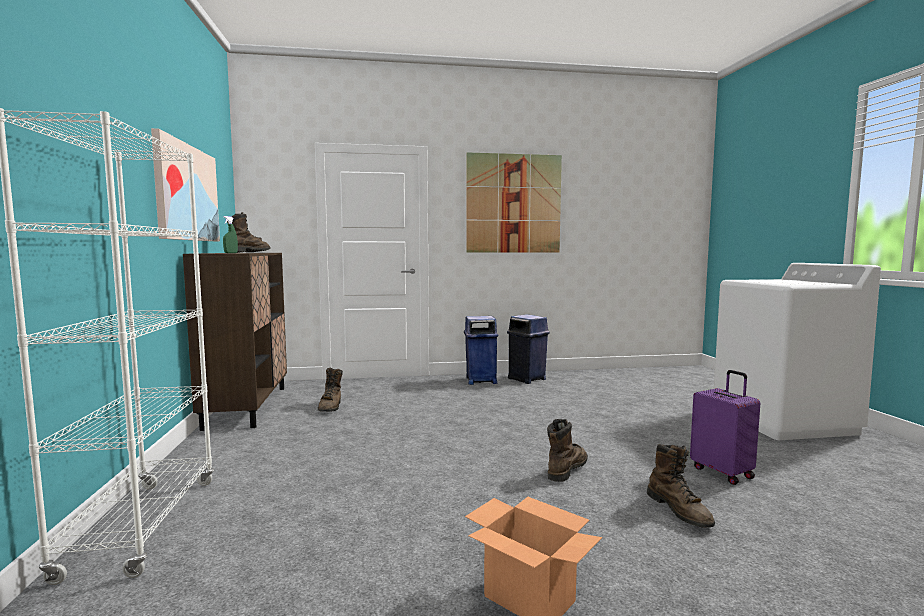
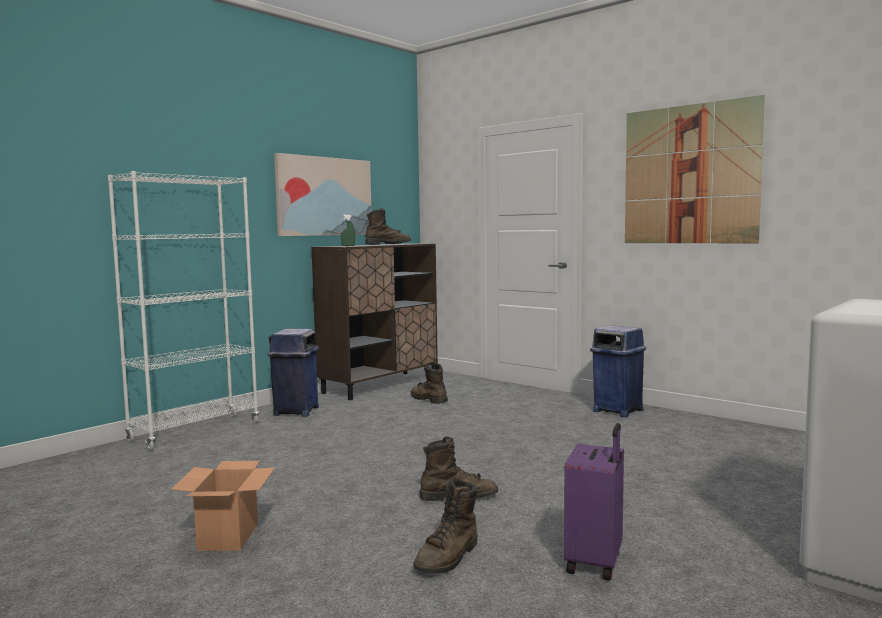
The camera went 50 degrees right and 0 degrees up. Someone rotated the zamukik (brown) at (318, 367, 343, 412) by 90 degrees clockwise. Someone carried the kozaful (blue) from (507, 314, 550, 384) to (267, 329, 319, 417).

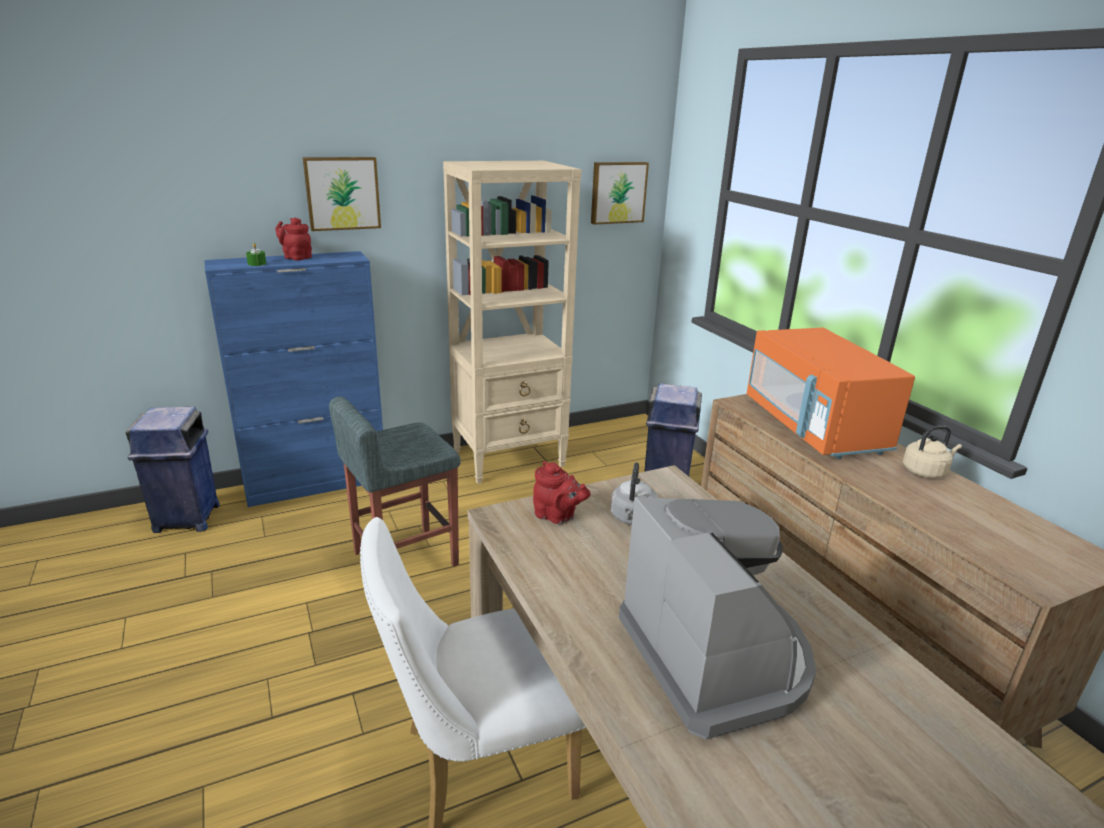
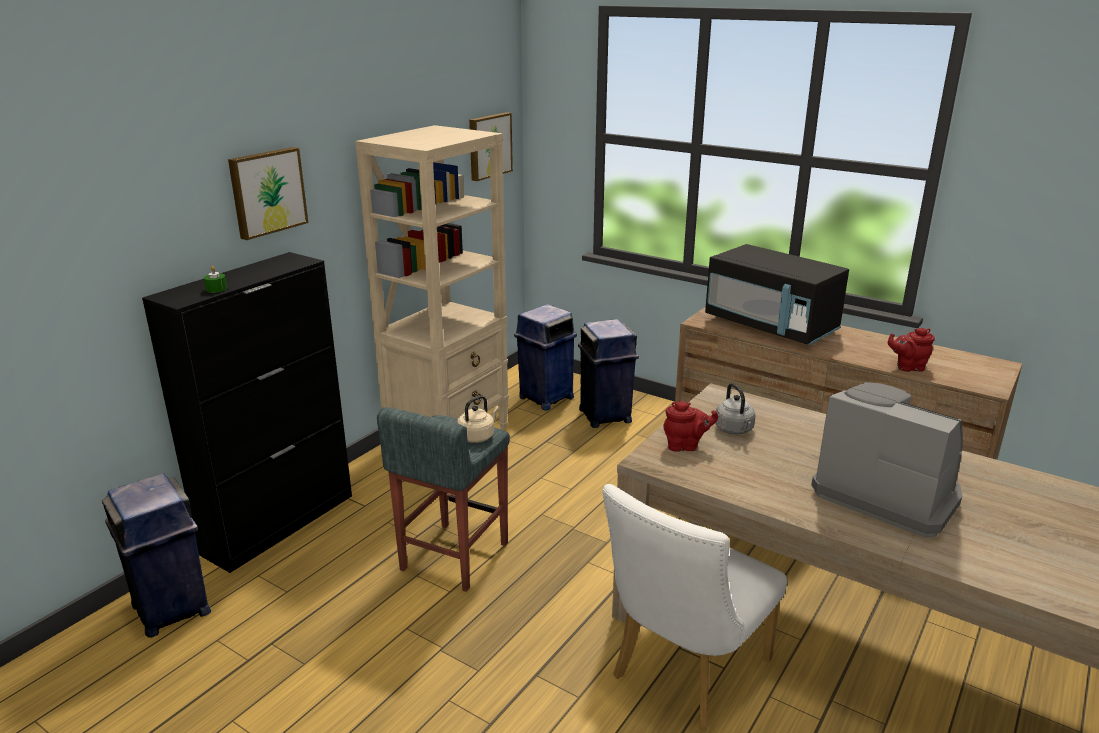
The camera went 30 degrees left and 0 degrees up. Someone repainted the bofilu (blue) at (204, 251, 383, 507), which became the bofilu (black) at (142, 252, 352, 573). Someone carried the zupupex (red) from (275, 218, 312, 260) to (888, 328, 935, 372). Someone repainted the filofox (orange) at (747, 328, 915, 459), which became the filofox (black) at (705, 244, 849, 345). Someone carried the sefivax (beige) from (903, 426, 962, 478) to (457, 396, 499, 443). Someone put down the kozaful (blue) at (514, 304, 577, 411).

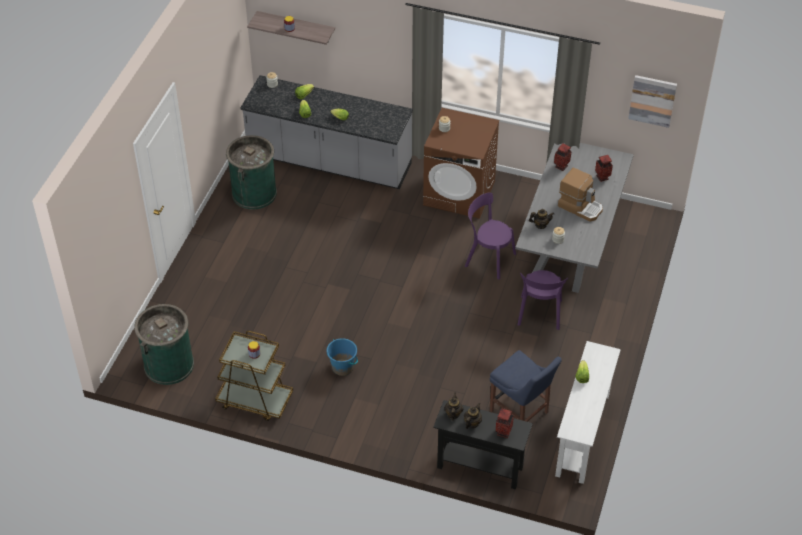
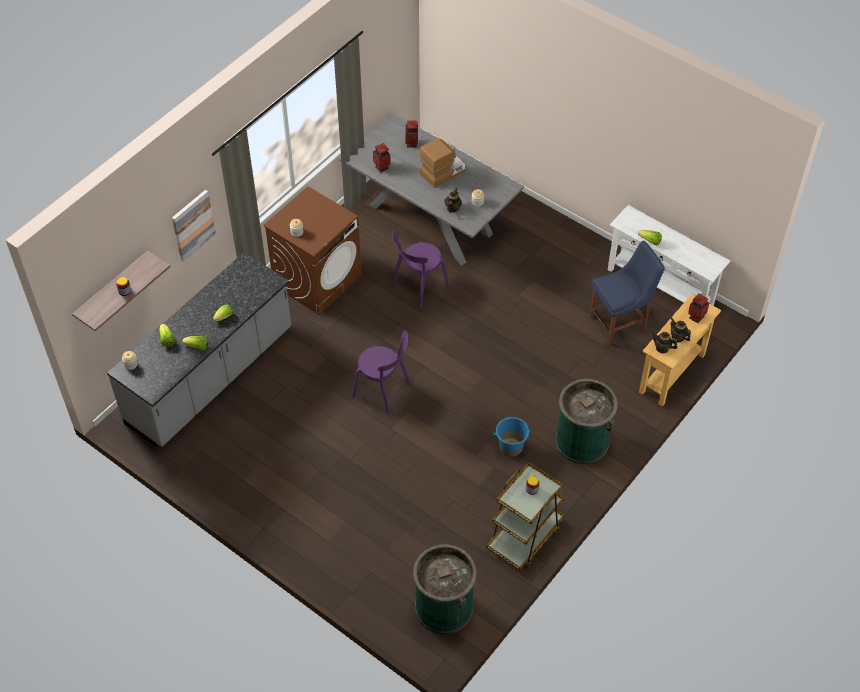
The camera went 70 degrees left and 5 degrees up. Someone carried the kozaful (green) from (226, 135, 277, 210) to (555, 379, 618, 464). Someone repainted the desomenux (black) at (433, 400, 533, 489), which became the desomenux (beige) at (639, 294, 721, 406). Someone carried the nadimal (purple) from (518, 270, 568, 330) to (352, 330, 411, 414). Someone carried the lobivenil from (628, 75, 677, 128) to (172, 190, 216, 261).

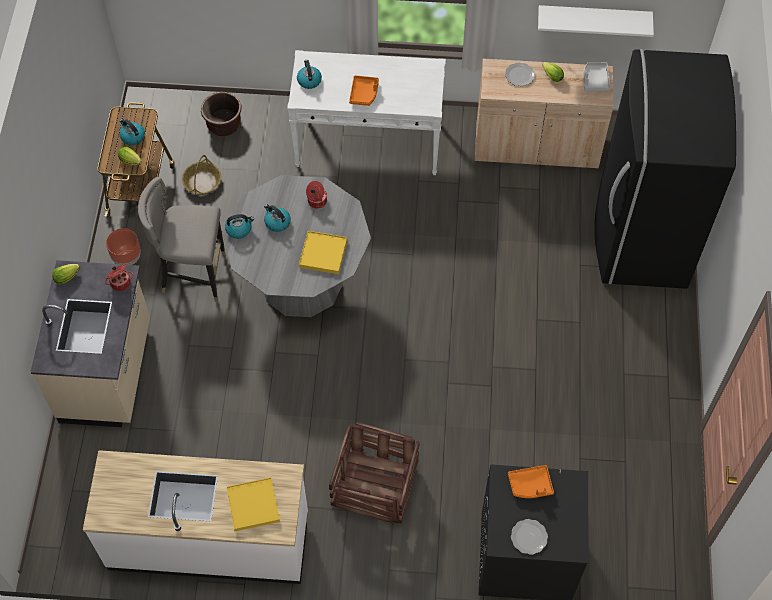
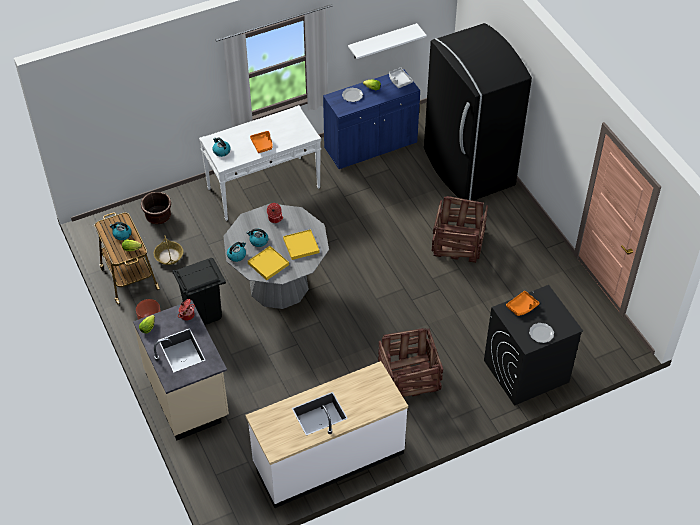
The camera went 30 degrees left and 10 degrees down. Someone swapped the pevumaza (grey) at (138, 177, 225, 302) for the kozaful (black) at (172, 258, 226, 325). Someone carried the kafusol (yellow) from (227, 478, 280, 531) to (248, 246, 289, 280). Someone repainted the bofilu (beige) at (475, 59, 613, 168), which became the bofilu (blue) at (323, 69, 420, 169). Someone put down the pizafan at (432, 196, 488, 263).

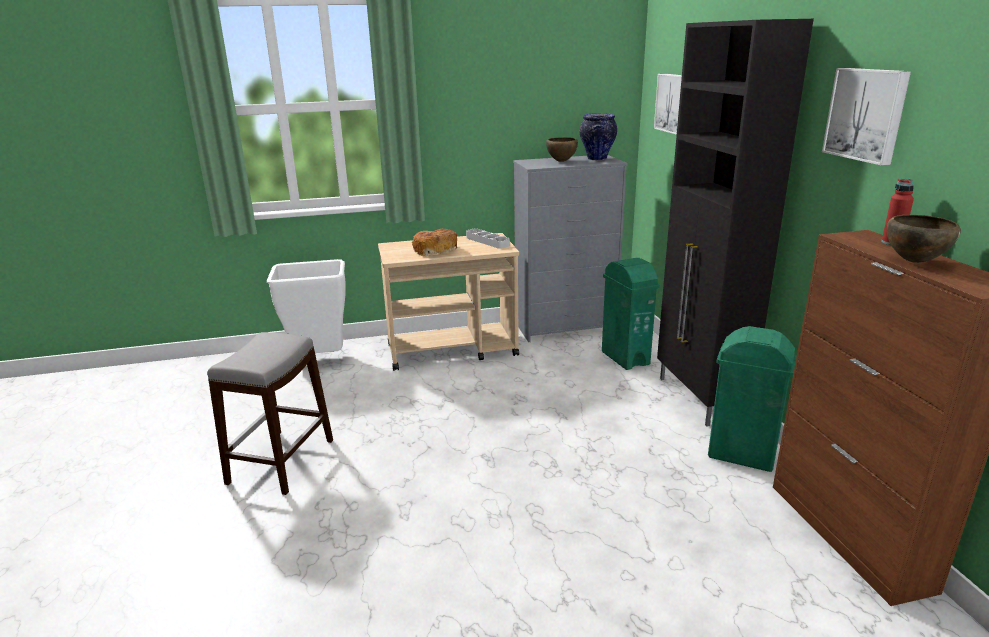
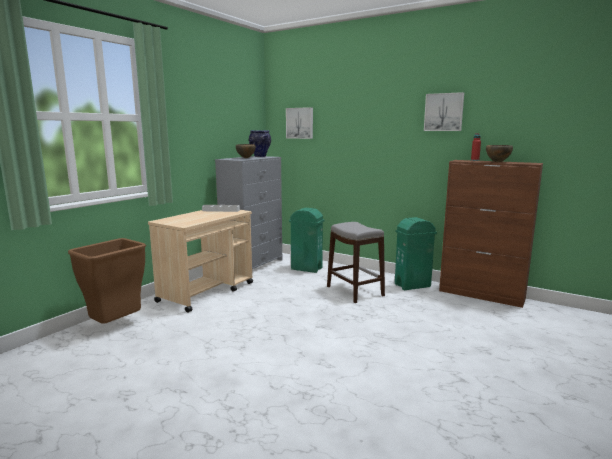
The camera went 45 degrees left and 10 degrees down. Someone carried the pevumaza (grey) from (207, 332, 333, 495) to (327, 222, 385, 303). Someone repainted the kozaful (white) at (267, 259, 345, 353), which became the kozaful (brown) at (68, 238, 146, 324). Someone took away the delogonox at (412, 229, 457, 256). Someone took away the bofilu (black) at (657, 19, 814, 426).

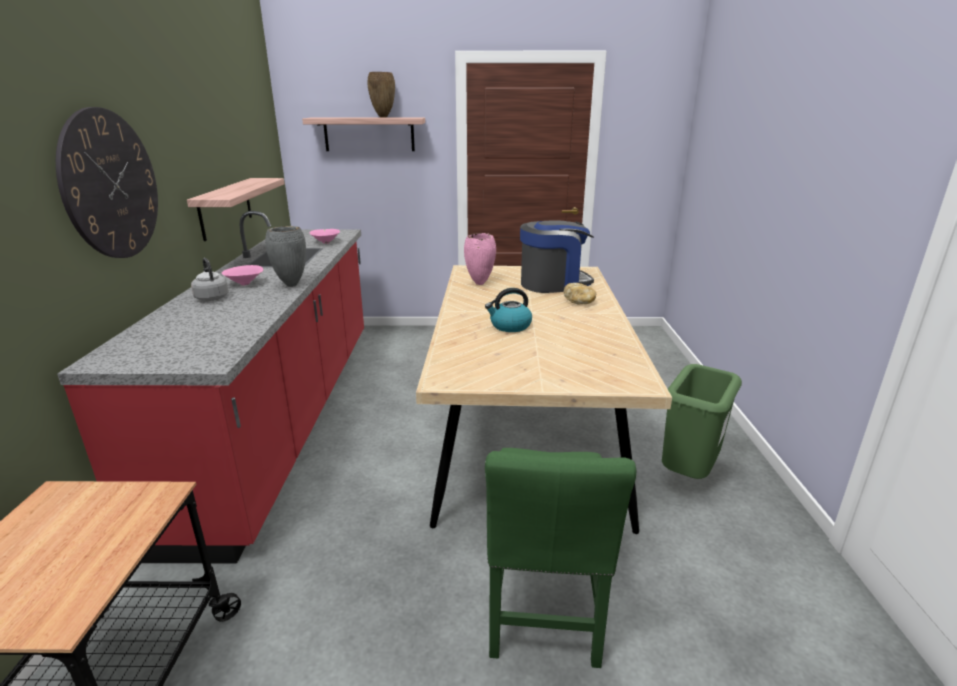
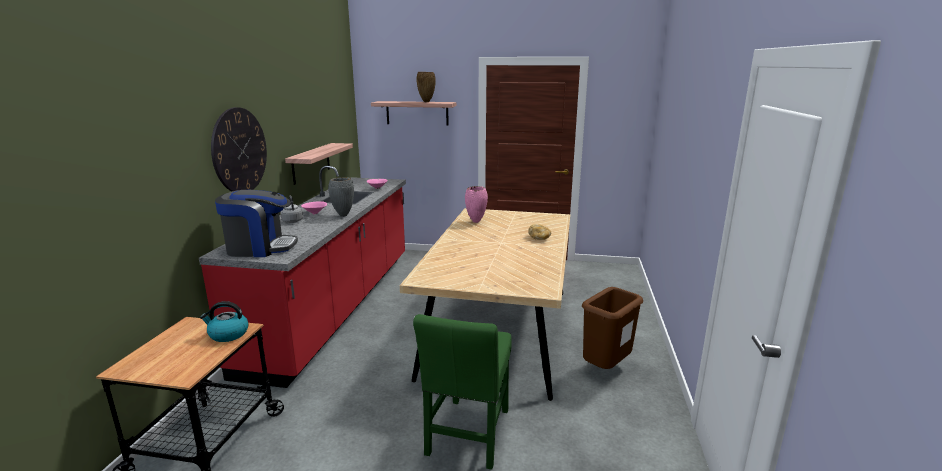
The camera went 10 degrees right and 5 degrees down. Someone carried the sefivax from (485, 288, 532, 332) to (200, 301, 249, 342). Someone carried the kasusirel from (520, 220, 594, 293) to (215, 190, 298, 257). Someone repainted the kozaful (green) at (662, 364, 742, 479), which became the kozaful (brown) at (582, 287, 643, 369).

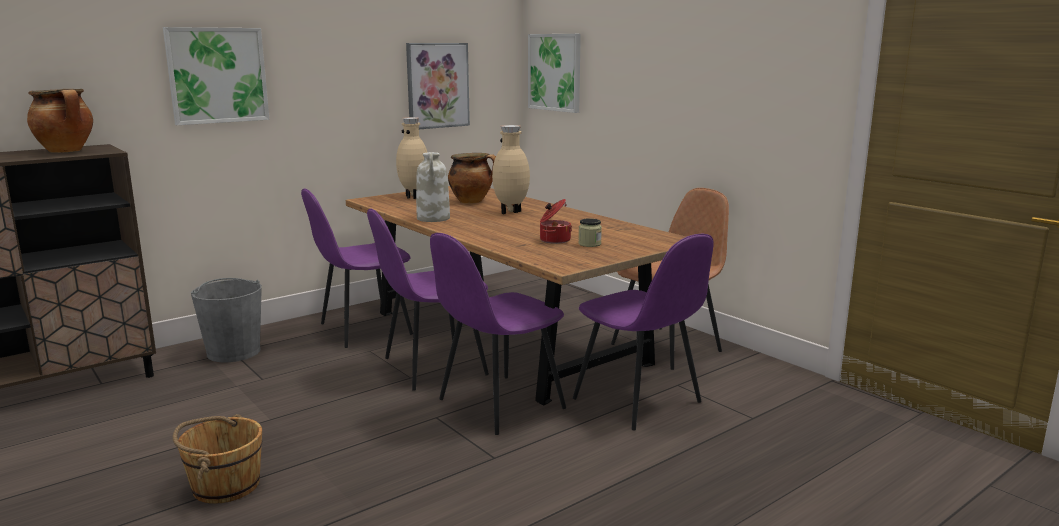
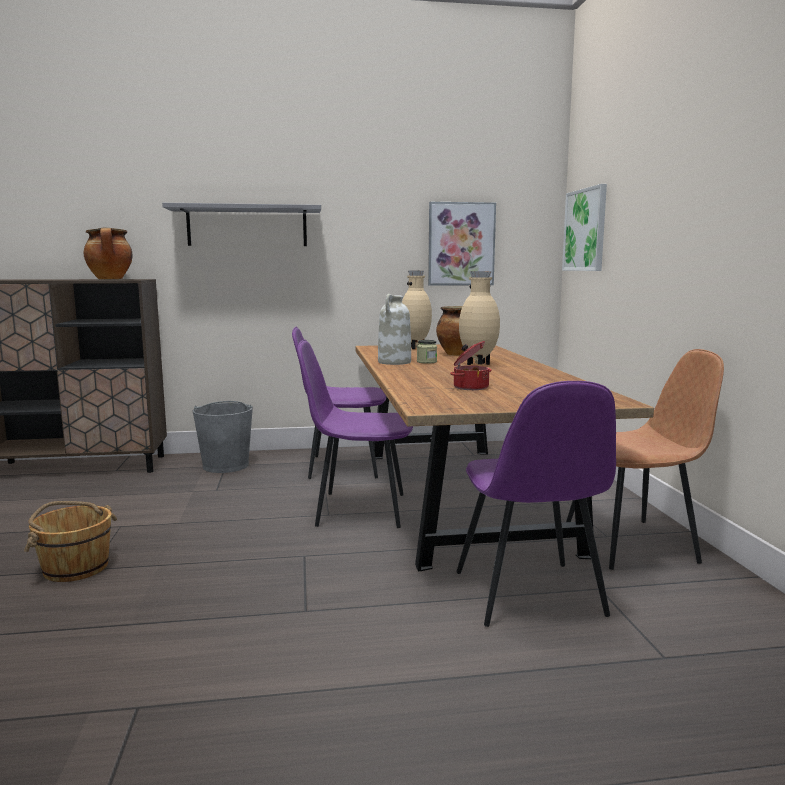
The camera went 30 degrees right and 5 degrees down. Someone swapped the lobivenil at (163, 27, 269, 125) for the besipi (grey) at (162, 203, 321, 246). Someone took away the nadimal (purple) at (430, 233, 566, 435). Someone carried the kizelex from (578, 218, 602, 247) to (417, 340, 437, 363).

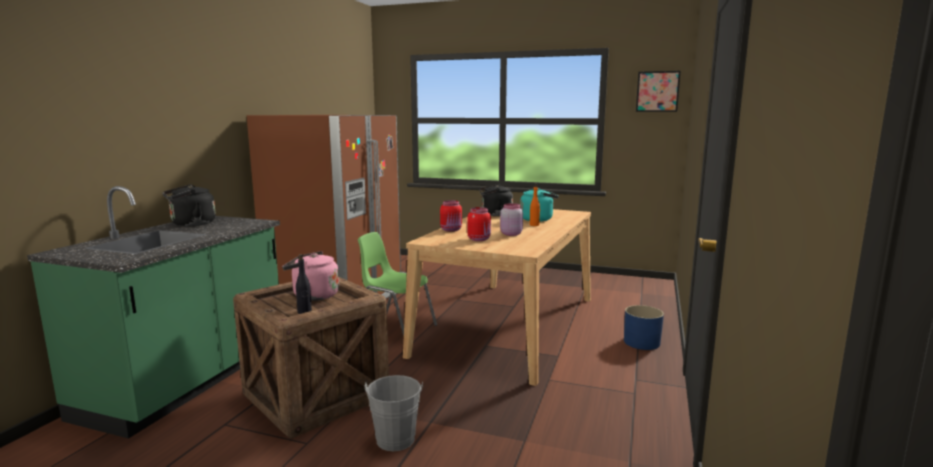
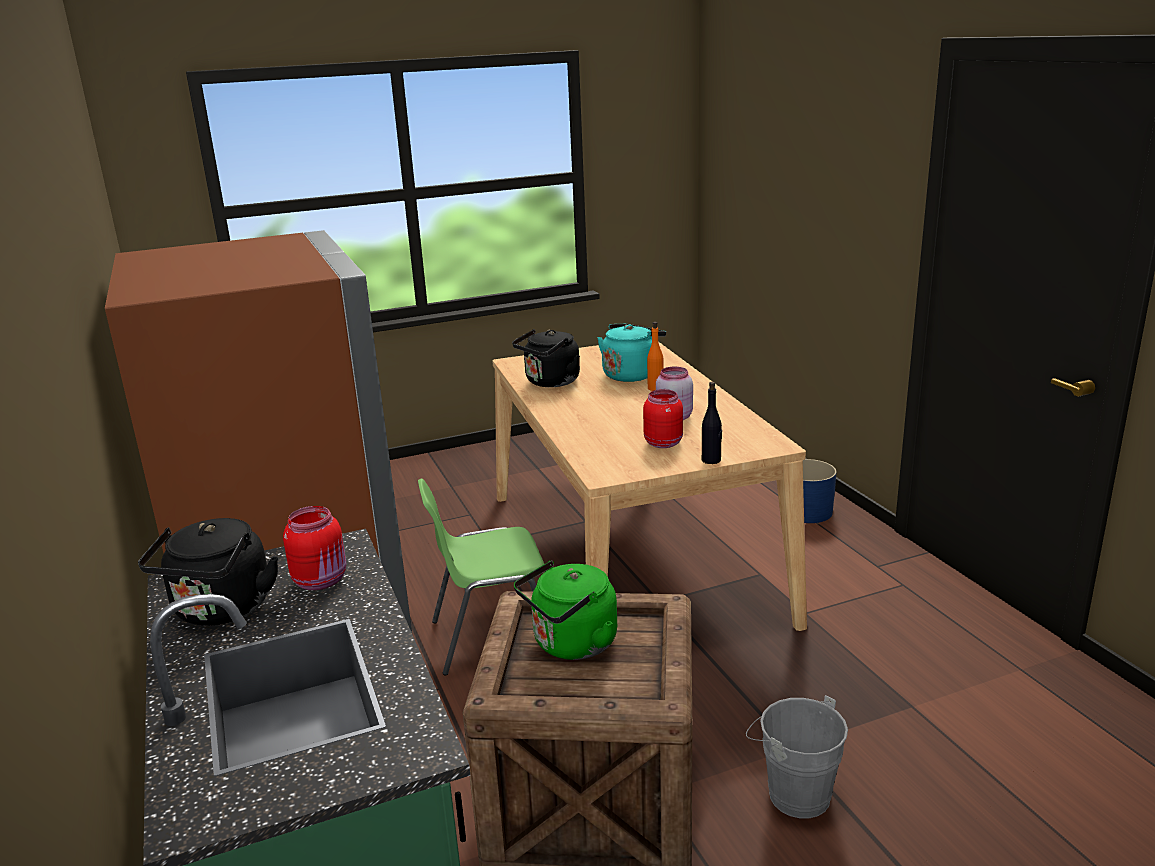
The camera went 40 degrees left and 10 degrees up. Someone repainted the sefivax (pink) at (282, 251, 339, 301), which became the sefivax (green) at (514, 561, 617, 660). Someone carried the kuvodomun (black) from (296, 254, 312, 314) to (702, 382, 722, 464). Someone carried the kizelex (red) from (440, 200, 462, 232) to (283, 506, 346, 590). Someone took away the lobivenil at (636, 71, 681, 112).

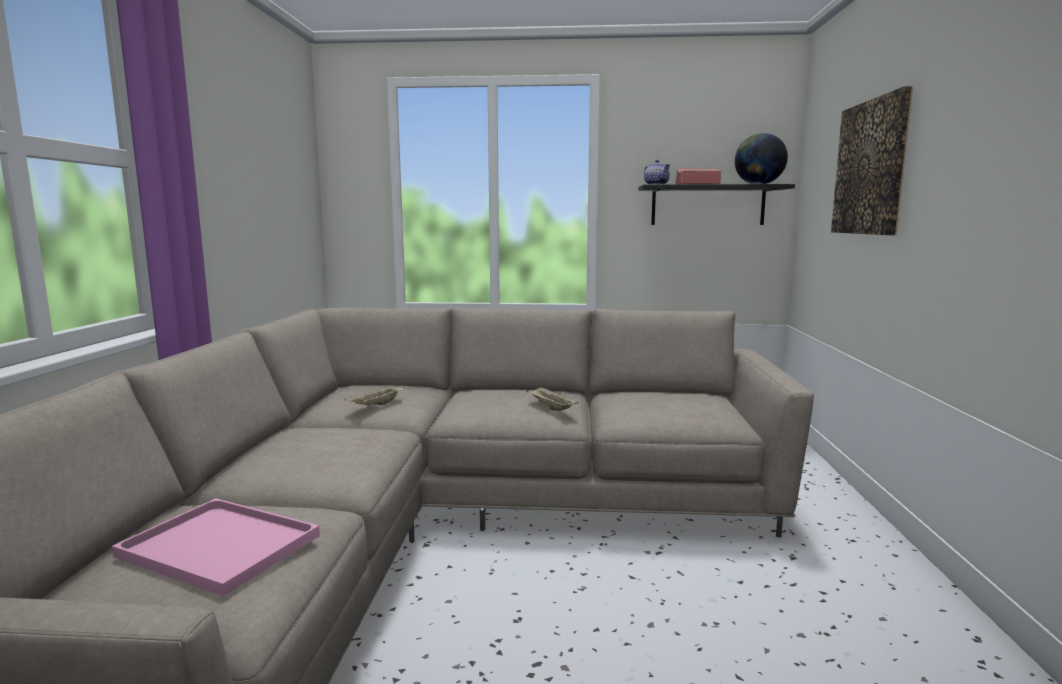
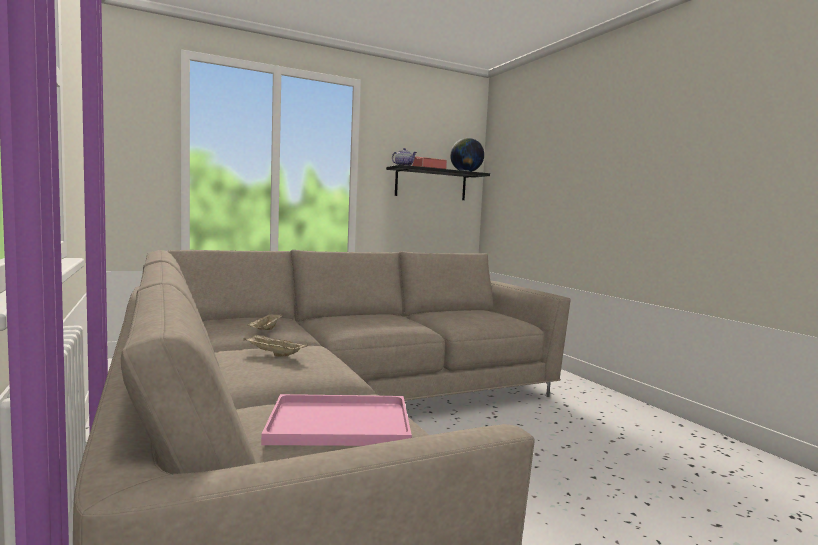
The camera went 30 degrees left and 5 degrees down. Someone carried the kafusol (beige) from (527, 387, 579, 411) to (243, 334, 308, 357). Someone took away the lobivenil at (831, 86, 913, 235).

